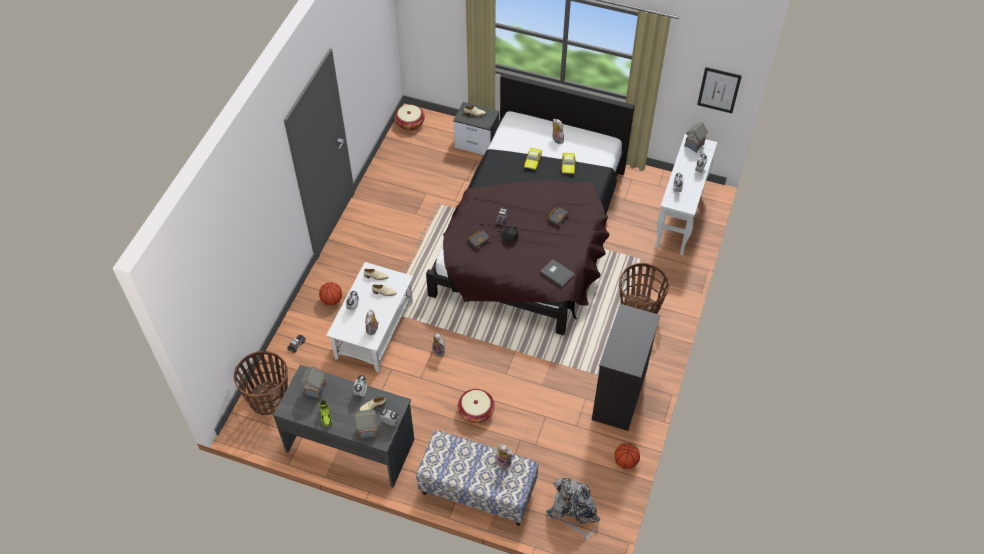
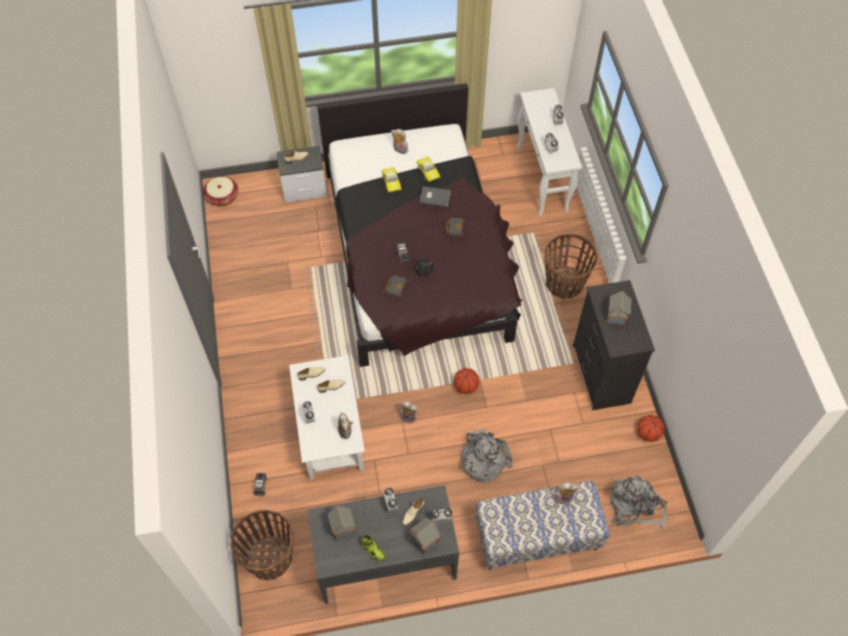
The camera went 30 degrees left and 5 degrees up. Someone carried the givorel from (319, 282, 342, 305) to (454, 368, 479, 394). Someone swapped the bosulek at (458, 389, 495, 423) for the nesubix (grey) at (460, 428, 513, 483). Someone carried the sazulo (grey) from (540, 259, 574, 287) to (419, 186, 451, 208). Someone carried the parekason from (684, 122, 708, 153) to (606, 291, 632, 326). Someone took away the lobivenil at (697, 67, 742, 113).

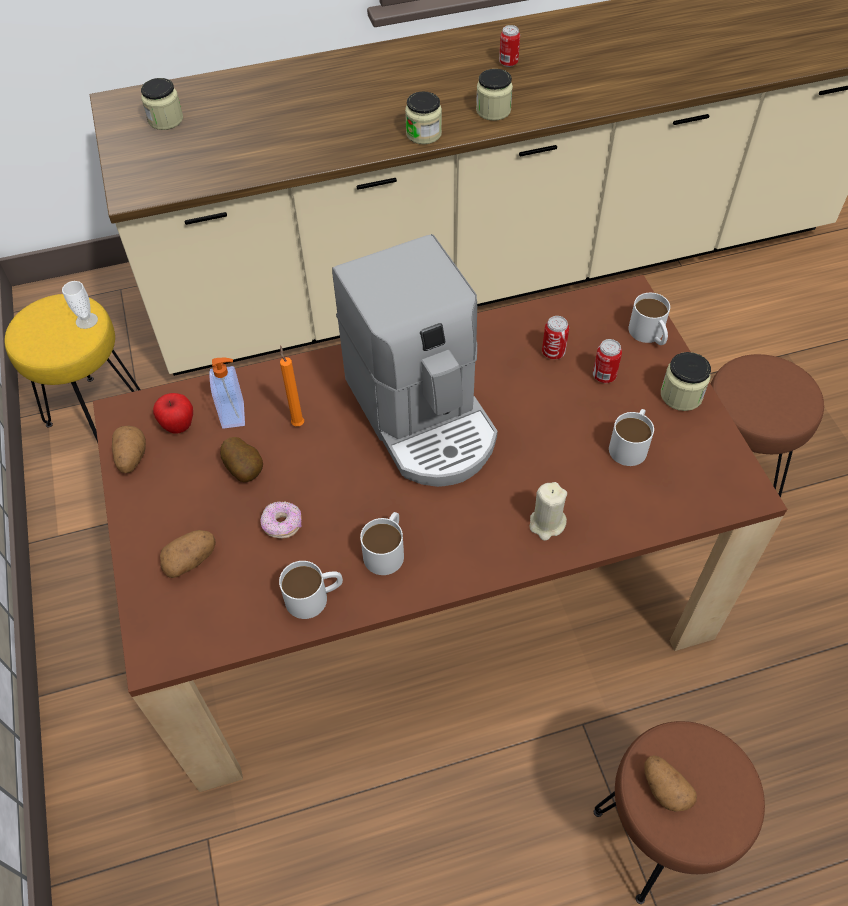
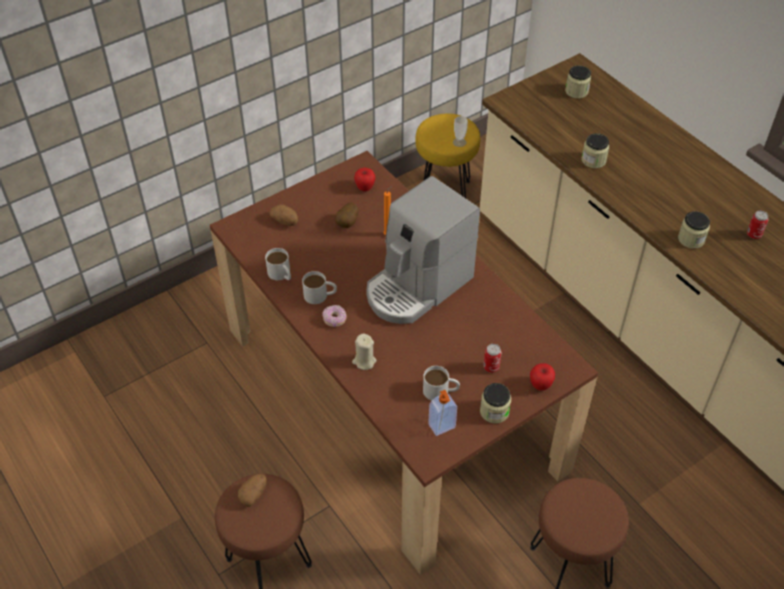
The camera went 70 degrees right and 5 degrees down. Someone took away the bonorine at (112, 425, 146, 473). Someone carried the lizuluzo from (209, 358, 245, 429) to (428, 390, 457, 436). Someone carried the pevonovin from (260, 501, 302, 539) to (322, 305, 347, 327). Someone carried the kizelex from (405, 92, 442, 144) to (582, 133, 609, 168). Someone took away the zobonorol at (542, 316, 569, 359). Someone swapped the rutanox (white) at (628, 293, 670, 345) for the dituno at (530, 363, 555, 391).

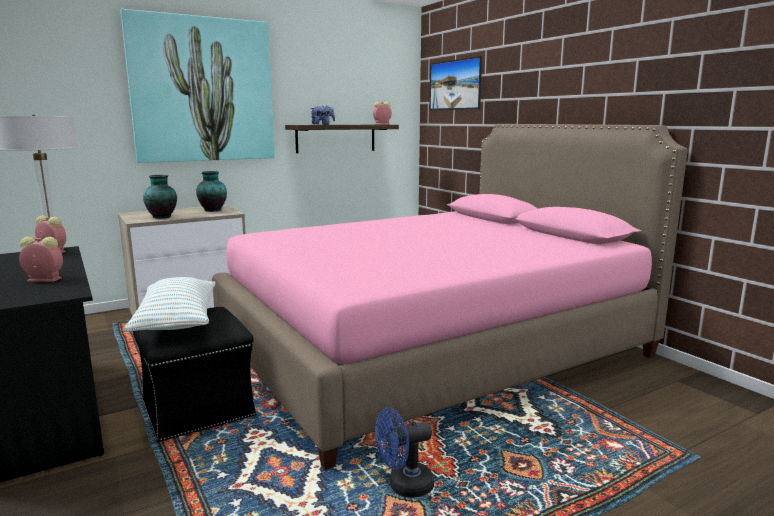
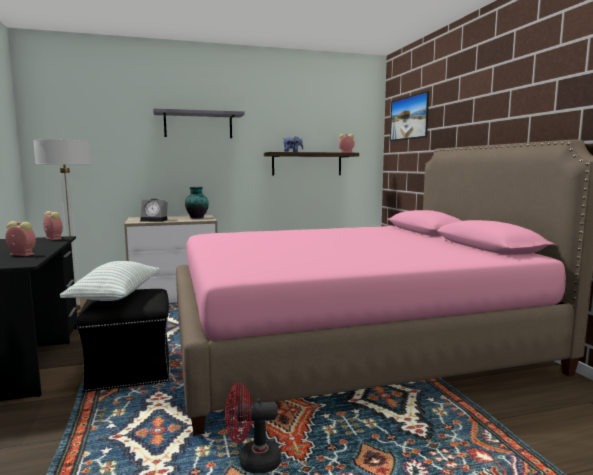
The camera went 15 degrees right and 5 degrees down. Someone swapped the lobivenil at (120, 9, 275, 163) for the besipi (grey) at (153, 108, 245, 138). Someone swapped the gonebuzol at (143, 175, 177, 219) for the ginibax at (140, 199, 168, 222). Someone repainted the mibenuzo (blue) at (375, 407, 434, 498), which became the mibenuzo (red) at (225, 383, 281, 474).

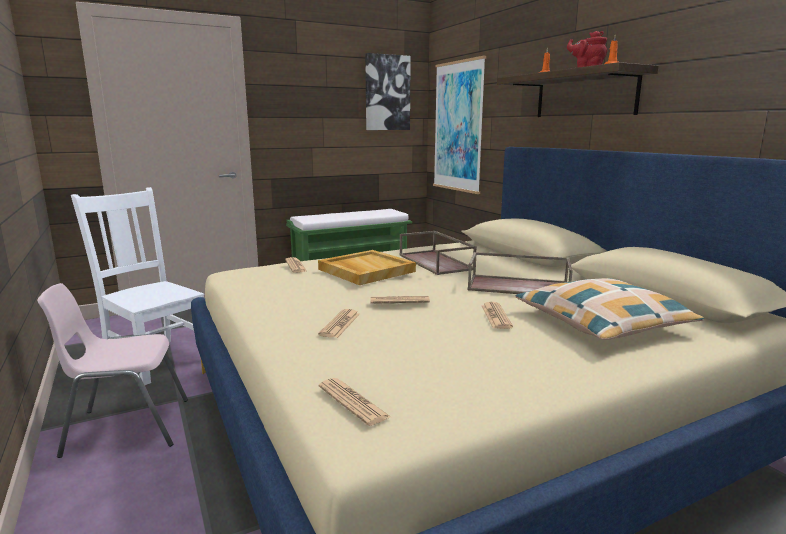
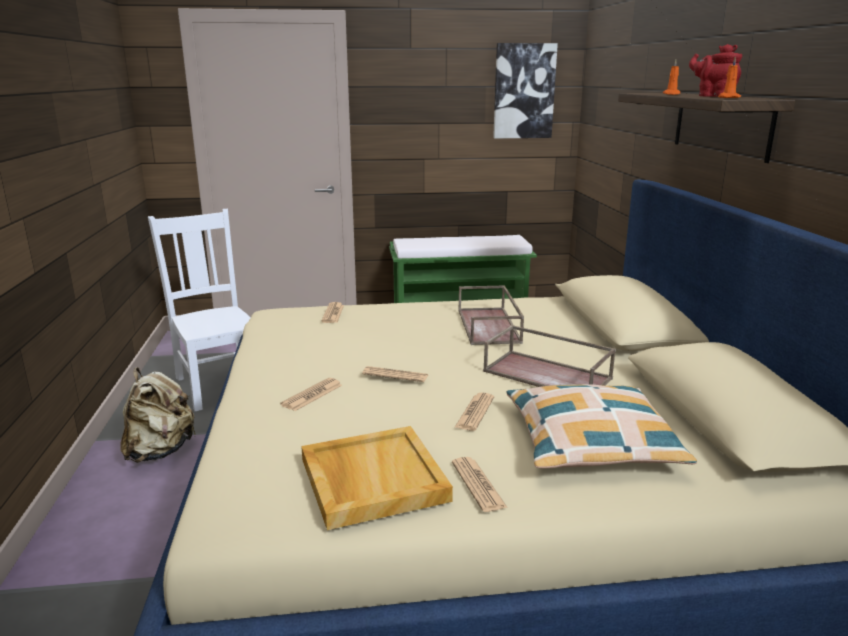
The camera went 20 degrees right and 5 degrees up. Someone swapped the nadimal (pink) at (37, 283, 188, 458) for the nesubix (beige) at (121, 367, 196, 463). Someone carried the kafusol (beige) from (318, 250, 416, 285) to (301, 426, 453, 530). Someone carried the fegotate from (319, 378, 391, 426) to (452, 457, 508, 512). Someone took away the lobivenil at (433, 56, 486, 194).

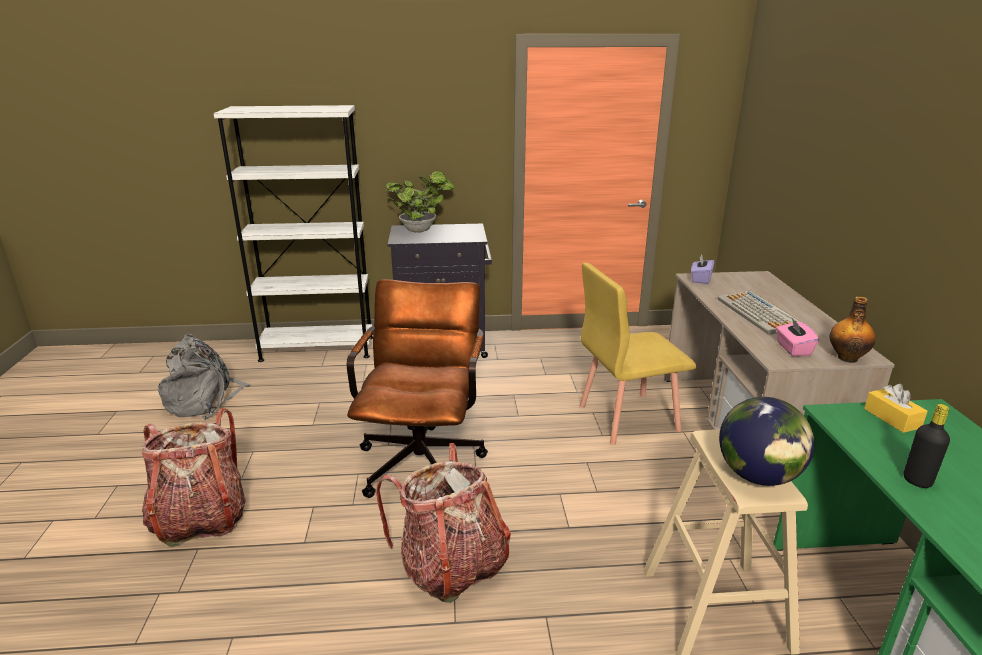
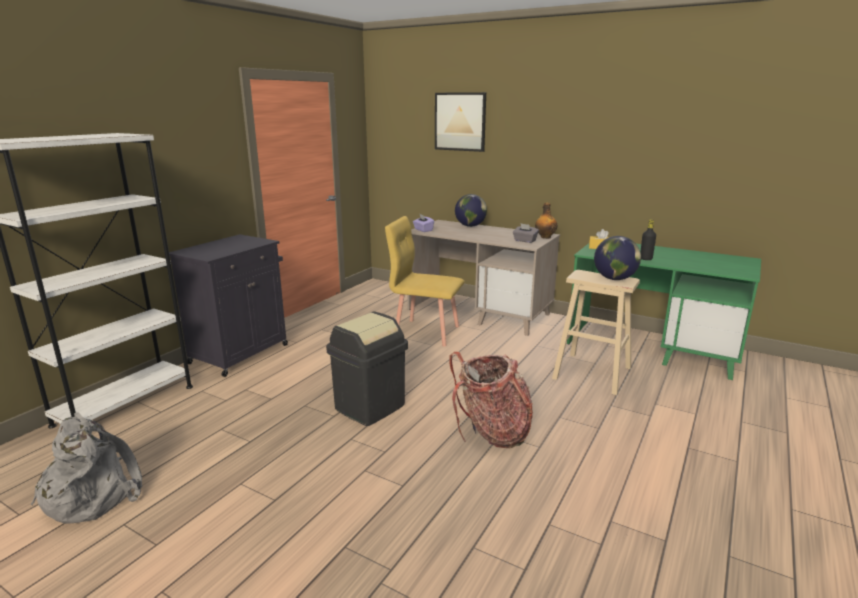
The camera went 55 degrees left and 5 degrees down. Someone took away the nesubix at (142, 408, 245, 547). Someone swapped the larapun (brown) at (347, 279, 488, 498) for the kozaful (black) at (326, 311, 408, 426). Someone took away the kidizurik at (385, 171, 455, 232). Someone rotated the nadimal (yellow) at (580, 262, 697, 445) by 90 degrees clockwise. Someone took away the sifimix at (717, 291, 801, 335). Someone repainted the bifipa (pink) at (776, 318, 819, 356), which became the bifipa (grey) at (513, 224, 539, 243). Someone put up the lobivenil at (435, 92, 486, 152). Someone put down the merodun at (455, 194, 487, 227).

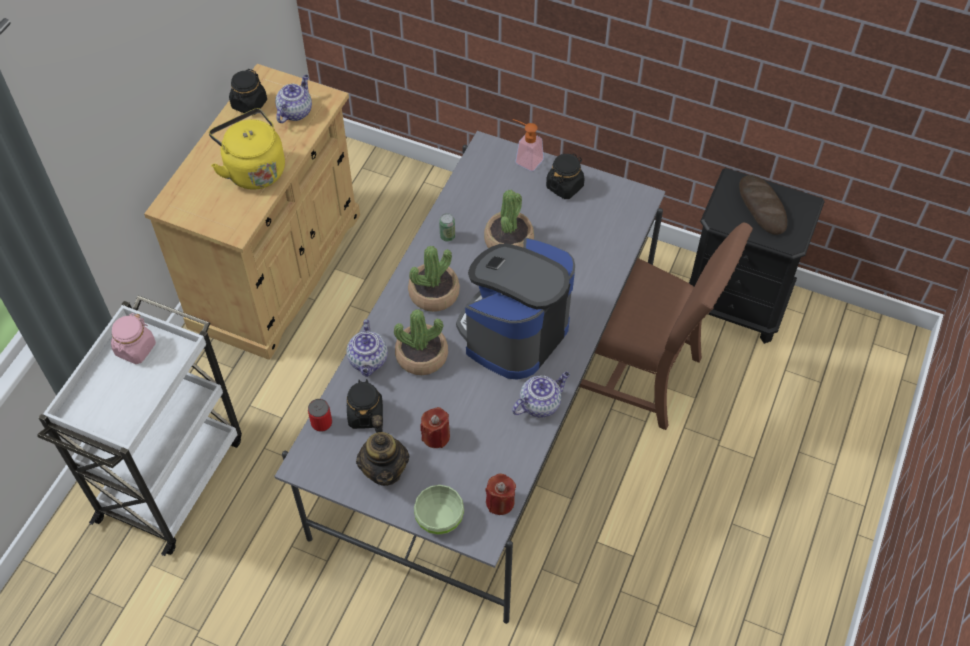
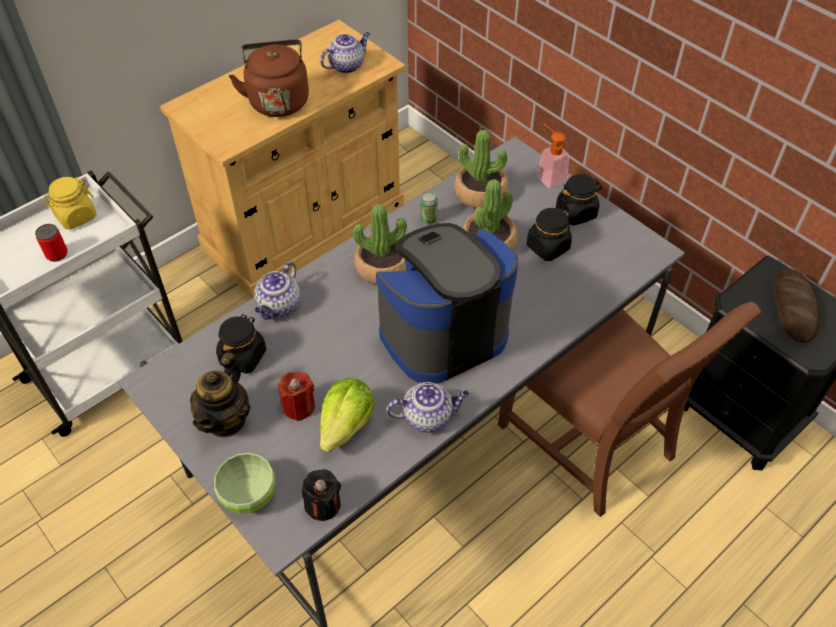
The camera went 25 degrees right and 5 degrees down. Someone repainted the kizelex (pink) at (111, 313, 156, 364), which became the kizelex (yellow) at (43, 177, 97, 230). Someone repainted the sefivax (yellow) at (209, 108, 285, 190), which became the sefivax (brown) at (229, 39, 309, 117). Someone carried the kizelex (black) from (229, 69, 267, 115) to (527, 208, 572, 261). Someone carried the zobonorol from (308, 399, 332, 432) to (35, 224, 68, 262). Someone carried the kidizurik from (394, 309, 448, 375) to (454, 130, 508, 208). Someone repainted the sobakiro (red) at (485, 474, 516, 515), which became the sobakiro (black) at (302, 469, 341, 521). Someone put down the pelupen at (320, 378, 375, 453).

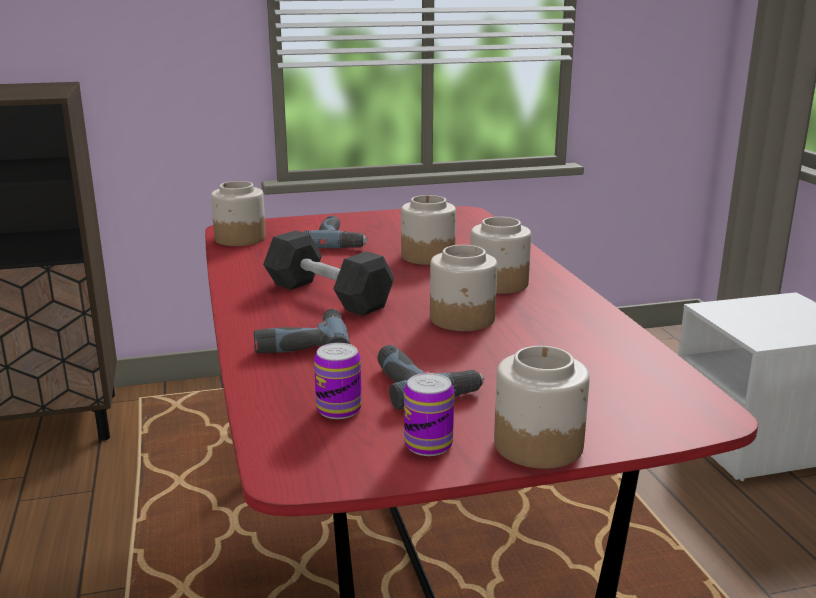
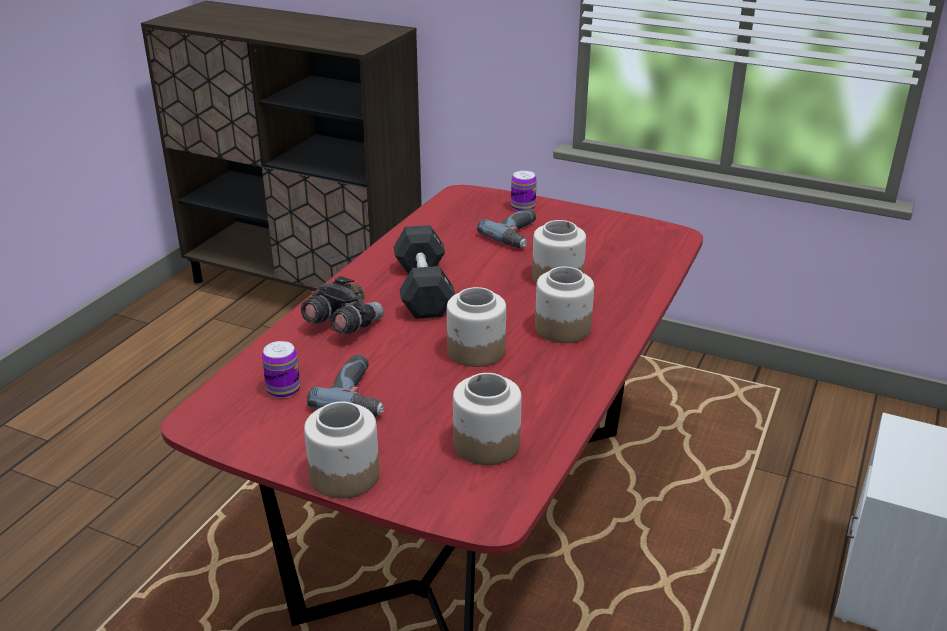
The camera went 40 degrees right and 10 degrees up. Someone carried the kizelex from (211, 181, 266, 246) to (453, 373, 522, 465). Someone swapped the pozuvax at (254, 309, 350, 353) for the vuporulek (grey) at (301, 276, 384, 334). Someone carried the zobonorol from (404, 373, 454, 456) to (511, 170, 537, 211).

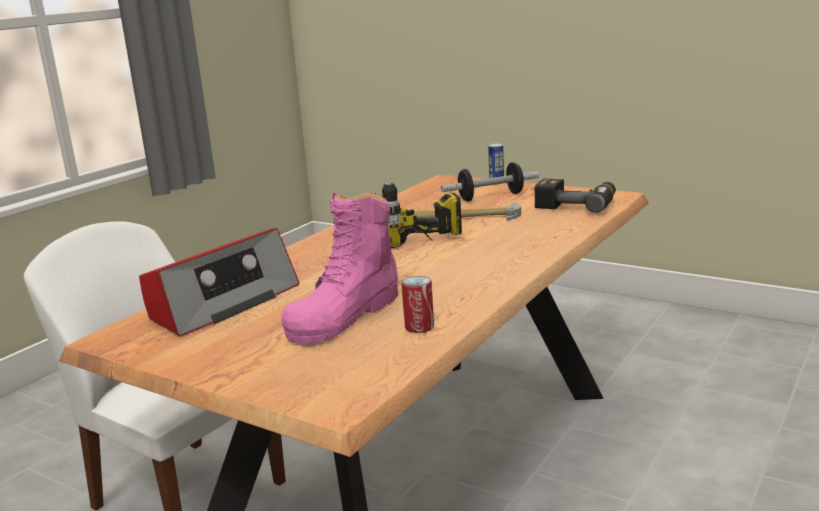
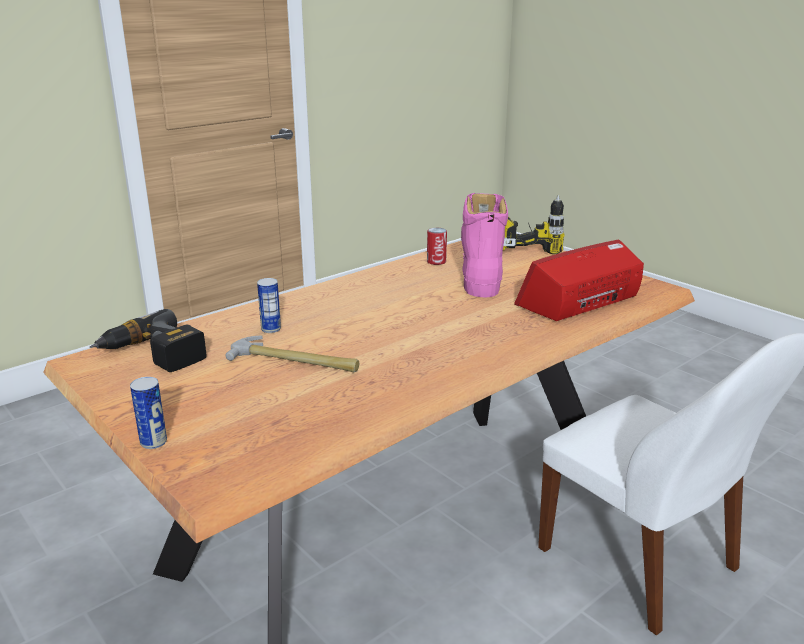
The camera went 165 degrees left and 5 degrees up. Someone rotated the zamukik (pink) at (281, 192, 399, 344) by 45 degrees counterclockwise. Someone carried the pozuvax from (382, 177, 462, 248) to (503, 195, 564, 254). Someone took away the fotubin at (440, 162, 539, 201). Someone put down the zobonorol at (257, 278, 281, 333).

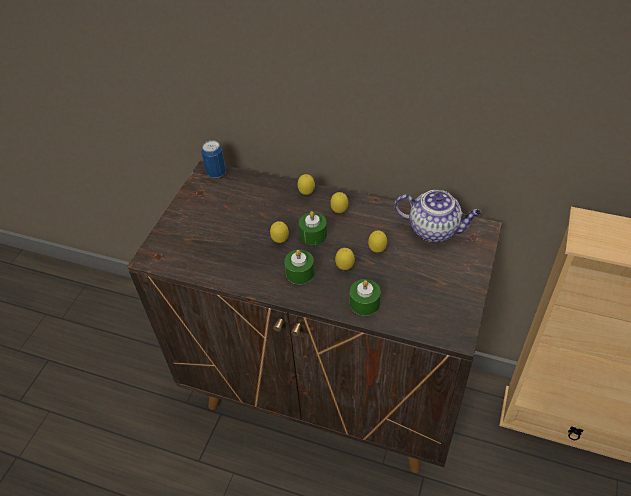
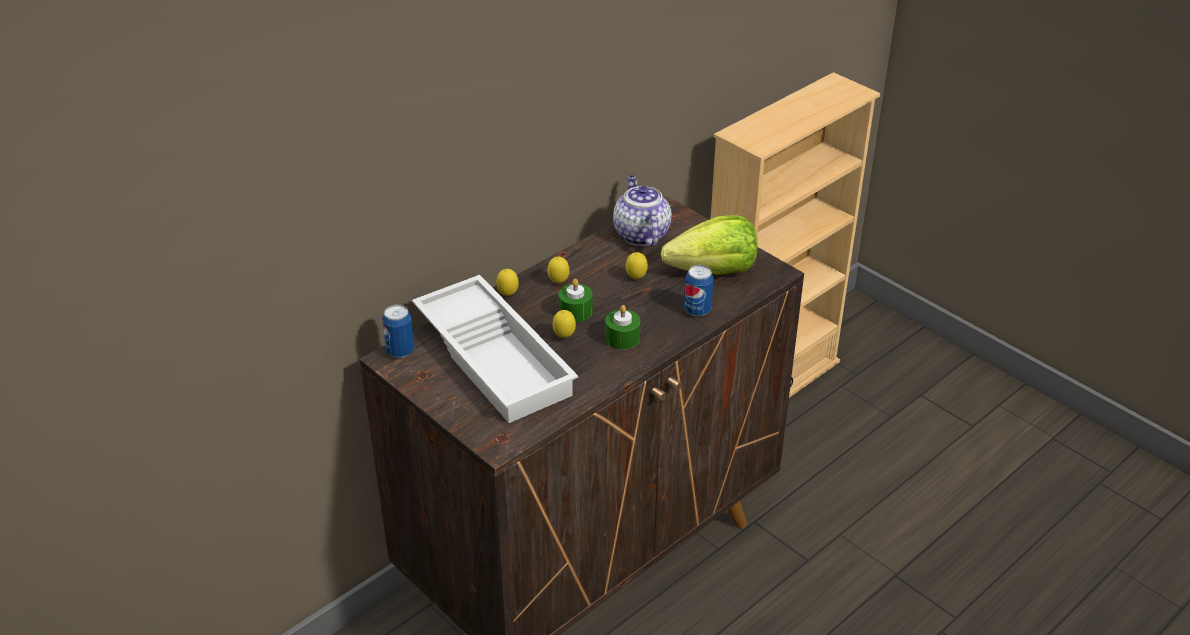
The camera went 65 degrees left and 10 degrees down. Someone took away the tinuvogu at (335, 248, 355, 270). Someone swapped the sobakiro (green) at (350, 279, 381, 316) for the zobonorol at (684, 265, 714, 317). Someone rotated the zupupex at (394, 190, 481, 242) by 60 degrees counterclockwise. Someone put down the kafusol (white) at (412, 275, 578, 423). Someone put down the pelupen at (661, 215, 758, 275).

